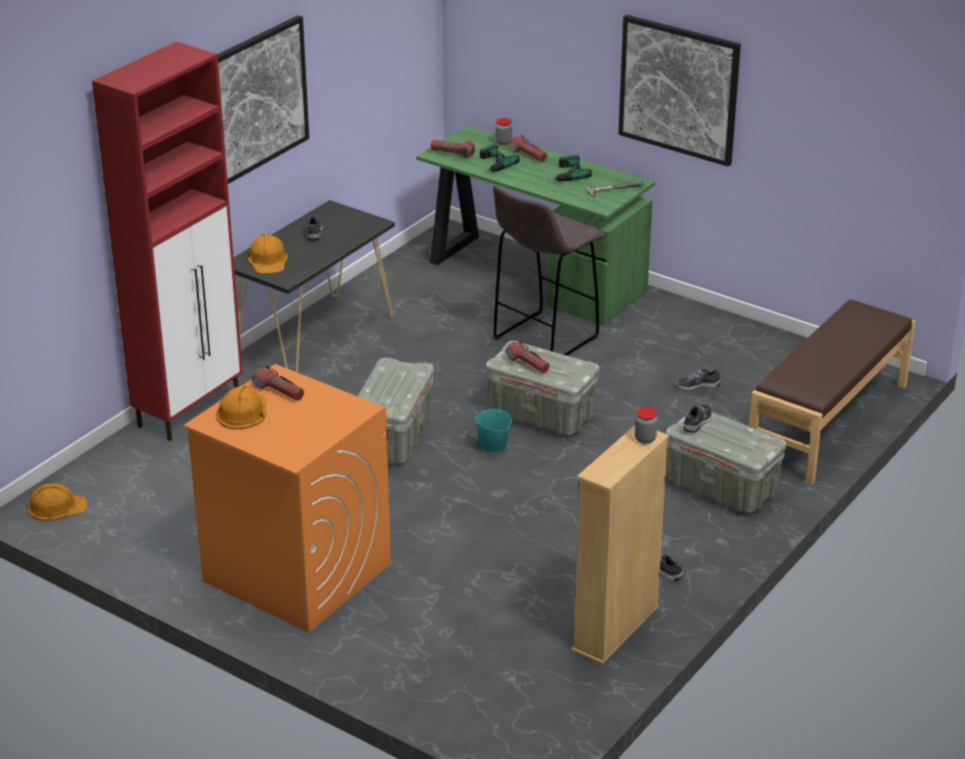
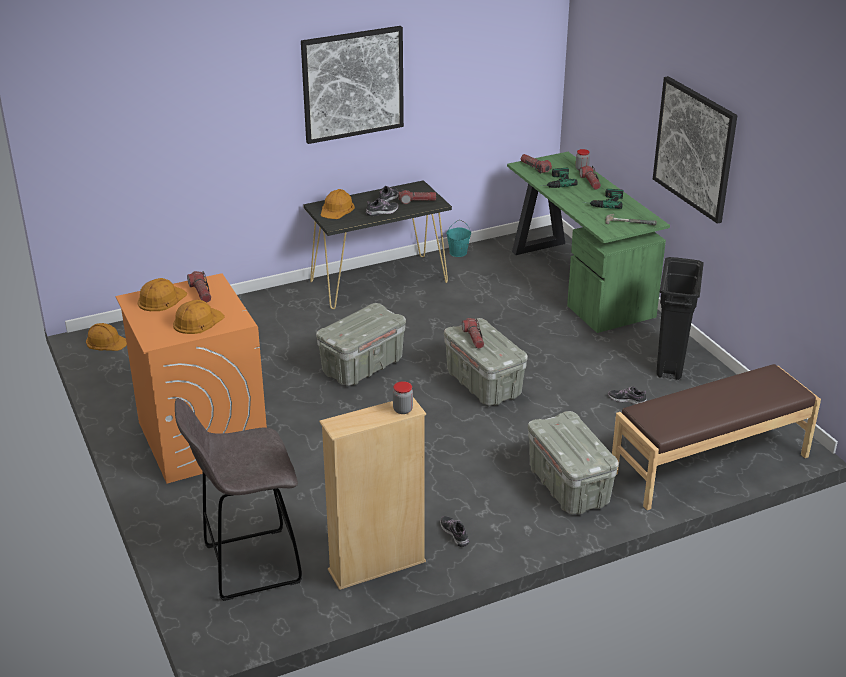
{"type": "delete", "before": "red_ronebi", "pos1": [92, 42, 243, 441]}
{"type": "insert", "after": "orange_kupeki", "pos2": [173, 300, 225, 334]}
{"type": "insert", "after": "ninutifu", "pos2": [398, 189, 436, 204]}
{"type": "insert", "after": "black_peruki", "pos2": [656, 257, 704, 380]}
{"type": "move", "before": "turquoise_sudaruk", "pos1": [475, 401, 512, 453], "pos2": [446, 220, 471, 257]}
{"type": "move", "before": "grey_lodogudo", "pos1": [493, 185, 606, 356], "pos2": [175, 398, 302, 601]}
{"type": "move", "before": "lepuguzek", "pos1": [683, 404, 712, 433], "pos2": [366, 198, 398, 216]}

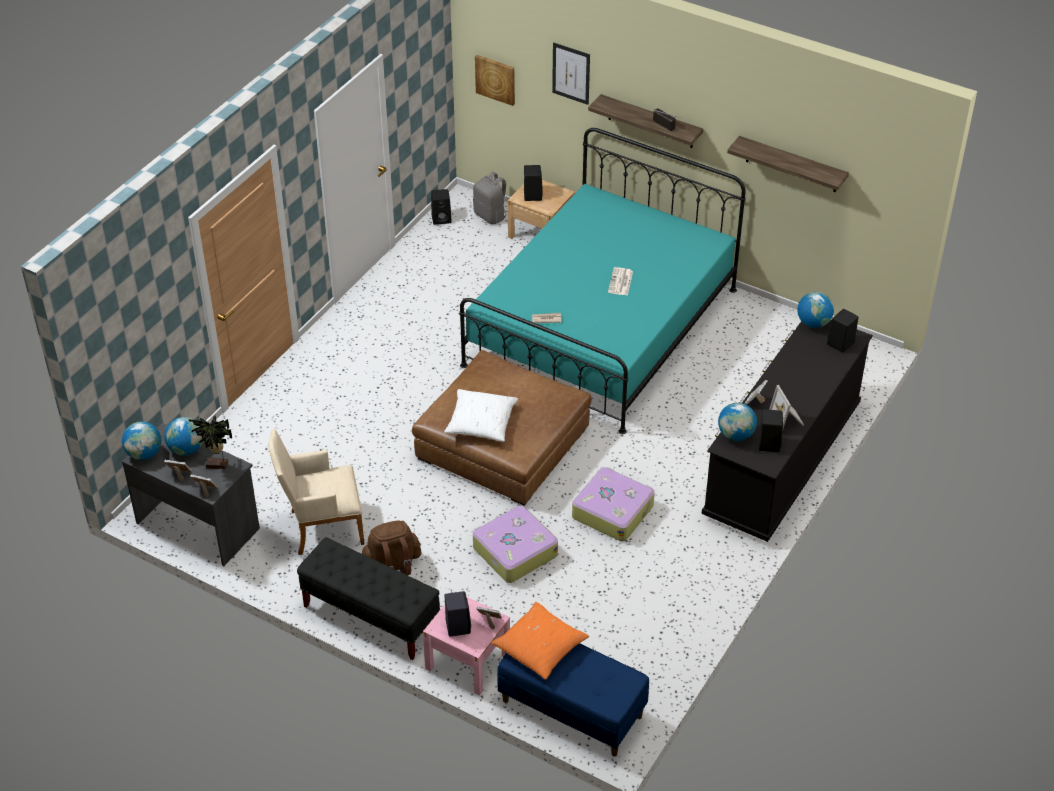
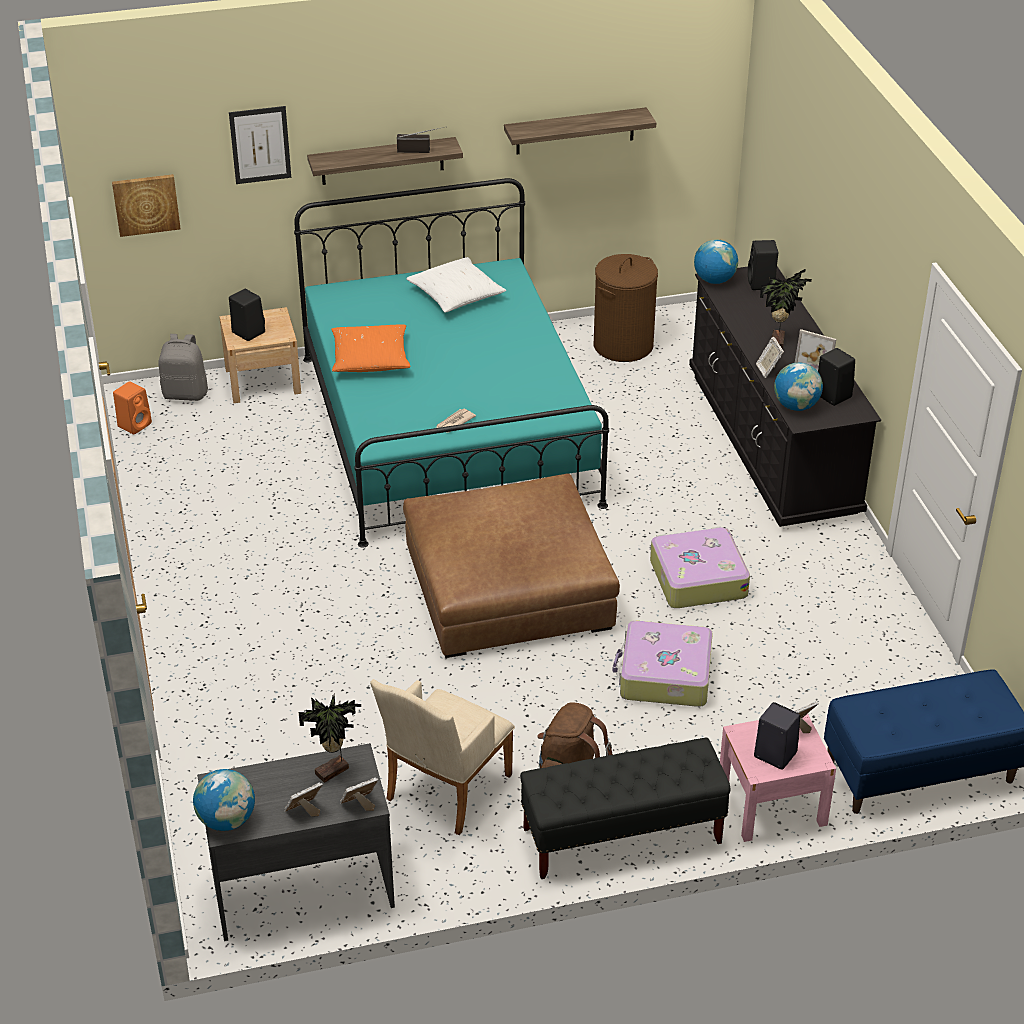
{"type": "delete", "before": "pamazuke", "pos1": [164, 417, 203, 456]}
{"type": "delete", "before": "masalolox", "pos1": [608, 267, 633, 296]}
{"type": "insert", "after": "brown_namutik", "pos2": [593, 254, 658, 362]}
{"type": "insert", "after": "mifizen", "pos2": [760, 269, 812, 349]}
{"type": "move", "before": "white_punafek", "pos1": [444, 389, 518, 442], "pos2": [406, 257, 506, 313]}
{"type": "move", "before": "orange_punafek", "pos1": [491, 602, 589, 680], "pos2": [331, 324, 411, 372]}
{"type": "recolor", "before": "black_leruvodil", "after": "orange_leruvodil", "pos1": [431, 189, 452, 225], "pos2": [113, 381, 152, 435]}

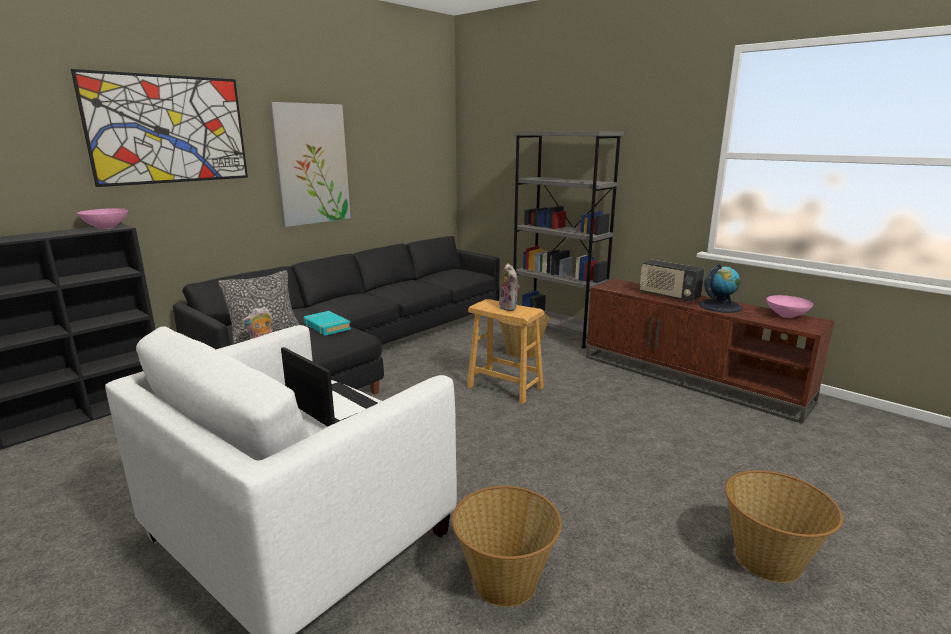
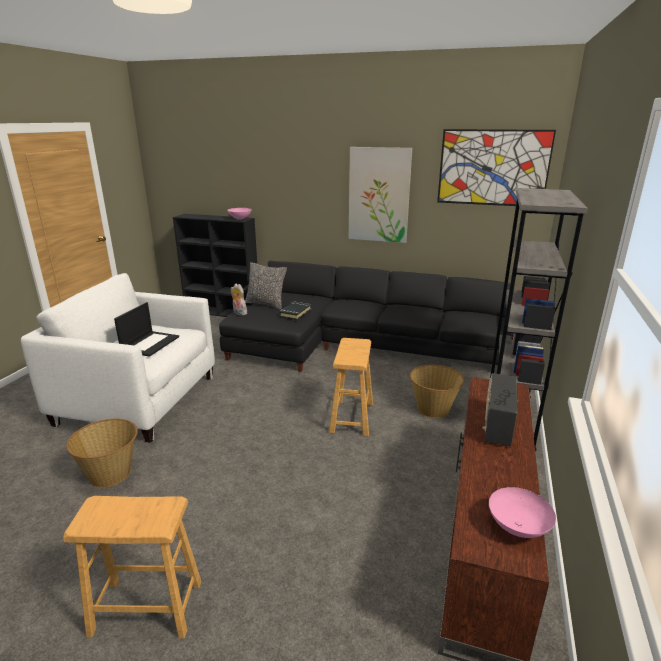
{"type": "delete", "before": "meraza", "pos1": [499, 263, 519, 311]}
{"type": "delete", "before": "pamazuke", "pos1": [699, 263, 742, 313]}
{"type": "move", "before": "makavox", "pos1": [71, 69, 248, 187], "pos2": [437, 129, 556, 206]}
{"type": "replace", "before": "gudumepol", "after": "brown_lodogudo", "pos1": [725, 470, 843, 583], "pos2": [63, 496, 202, 638]}
{"type": "recolor", "before": "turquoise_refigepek", "after": "black_refigepek", "pos1": [304, 311, 351, 336], "pos2": [279, 301, 311, 320]}

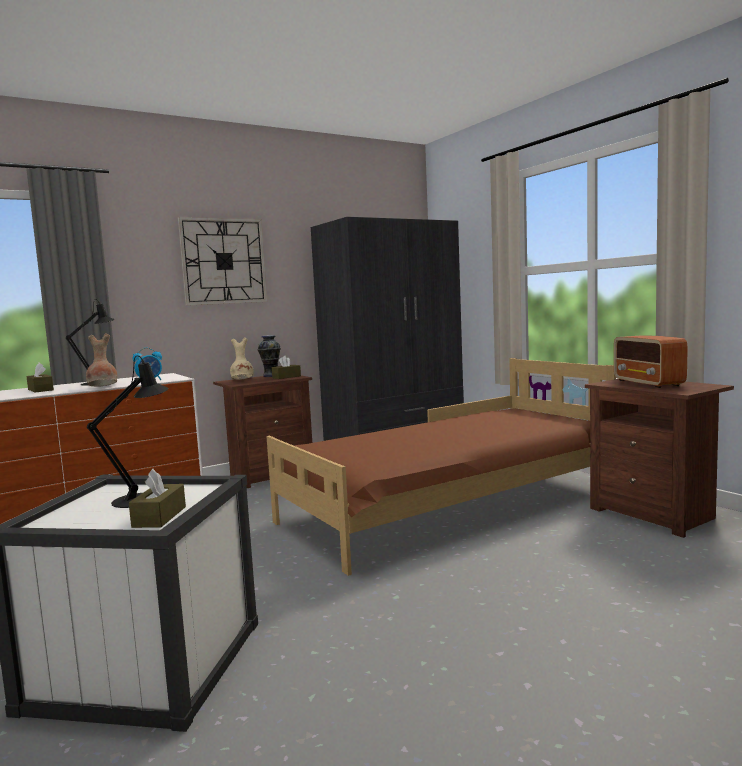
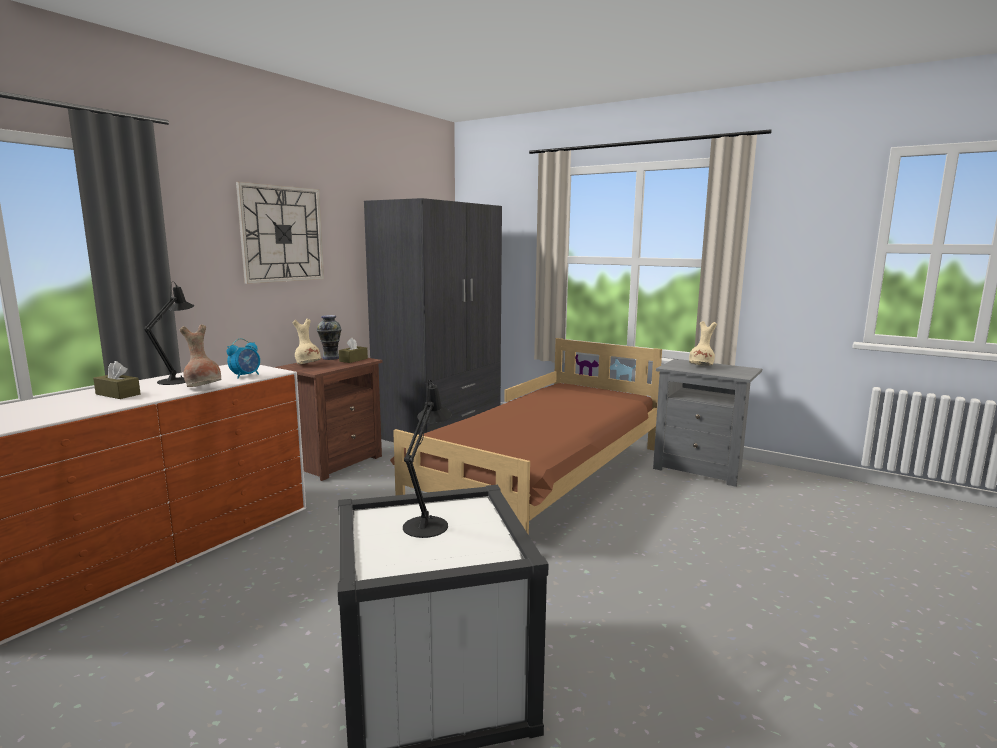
{"type": "delete", "before": "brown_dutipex", "pos1": [129, 469, 186, 528]}
{"type": "replace", "before": "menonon", "after": "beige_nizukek", "pos1": [614, 335, 688, 388], "pos2": [689, 321, 717, 366]}
{"type": "recolor", "before": "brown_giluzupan", "after": "grey_giluzupan", "pos1": [585, 379, 734, 538], "pos2": [653, 359, 762, 487]}

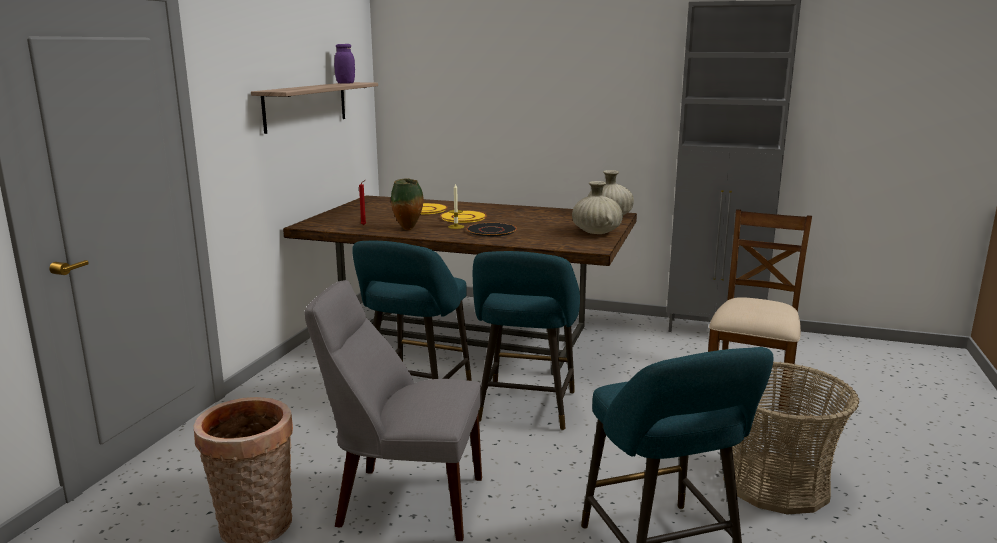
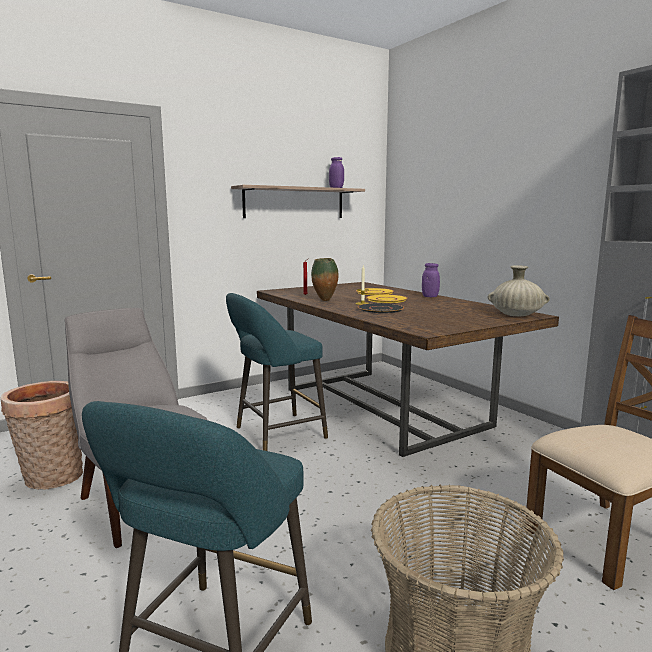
{"type": "delete", "before": "turquoise_lodogudo", "pos1": [473, 251, 580, 431]}
{"type": "delete", "before": "beige_nizukek", "pos1": [572, 181, 623, 234]}
{"type": "insert", "after": "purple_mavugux", "pos2": [422, 263, 440, 297]}

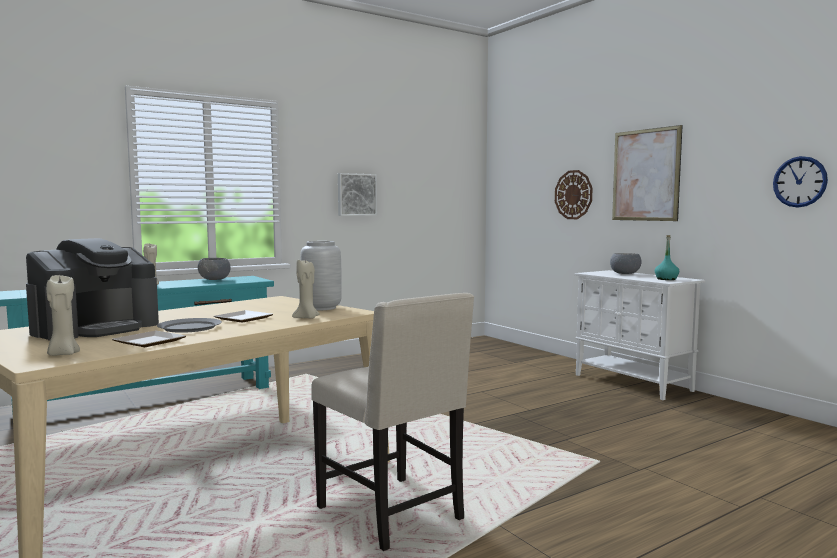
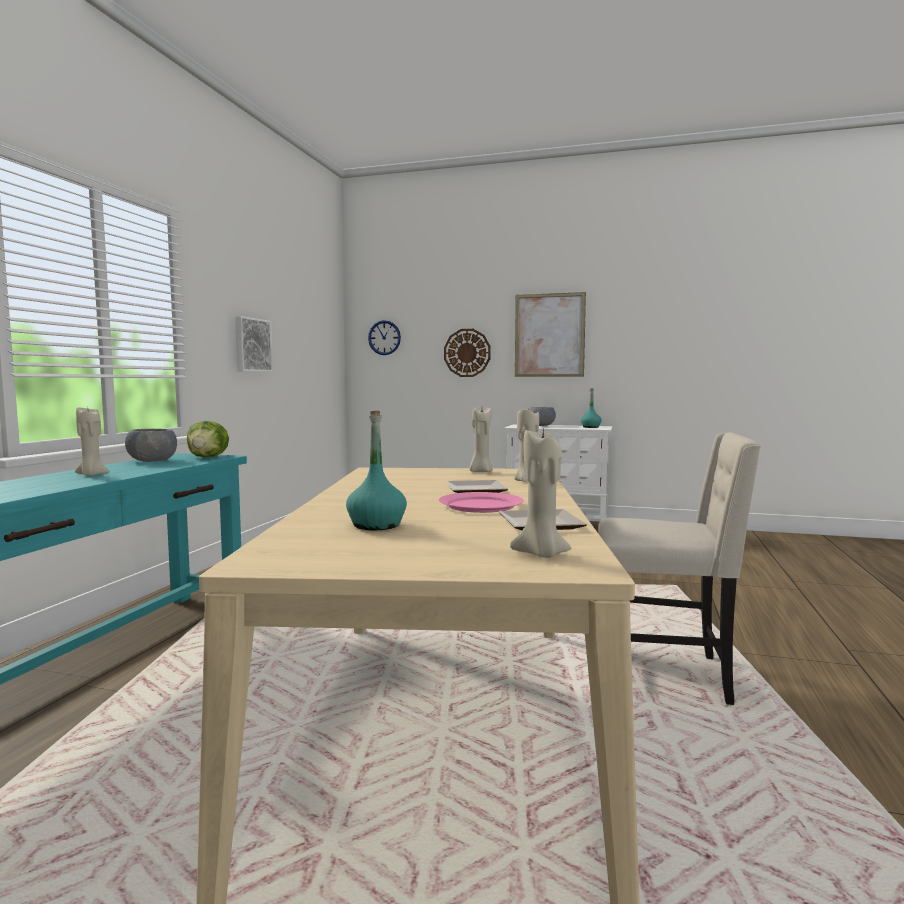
{"type": "insert", "after": "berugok", "pos2": [187, 421, 229, 457]}
{"type": "move", "before": "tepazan", "pos1": [773, 156, 828, 207], "pos2": [368, 320, 401, 355]}
{"type": "replace", "before": "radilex", "after": "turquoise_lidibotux", "pos1": [26, 238, 159, 341], "pos2": [346, 411, 407, 530]}
{"type": "replace", "before": "grey_nizukek", "after": "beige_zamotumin", "pos1": [300, 241, 342, 310], "pos2": [469, 406, 493, 472]}
{"type": "recolor", "before": "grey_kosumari", "after": "pink_kosumari", "pos1": [157, 318, 222, 333], "pos2": [439, 492, 524, 513]}

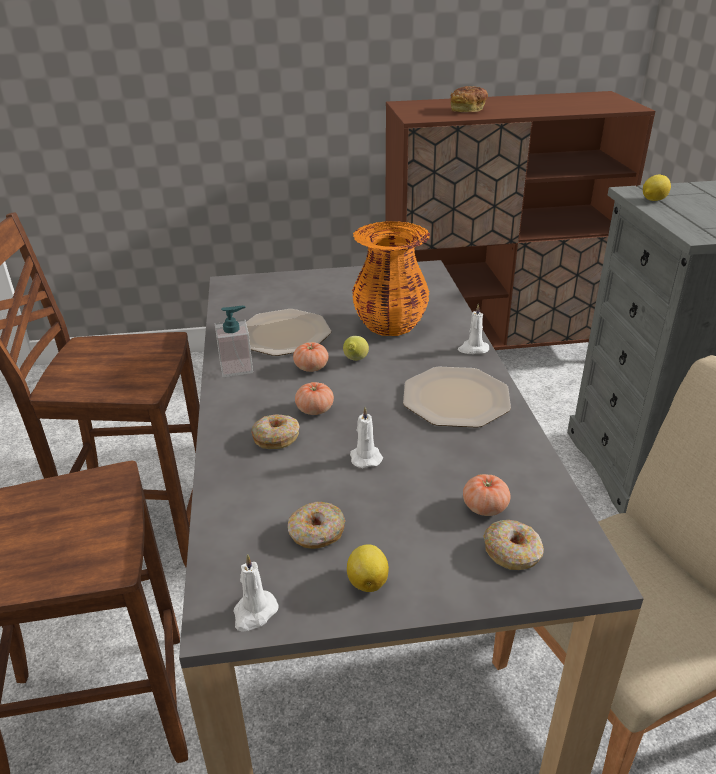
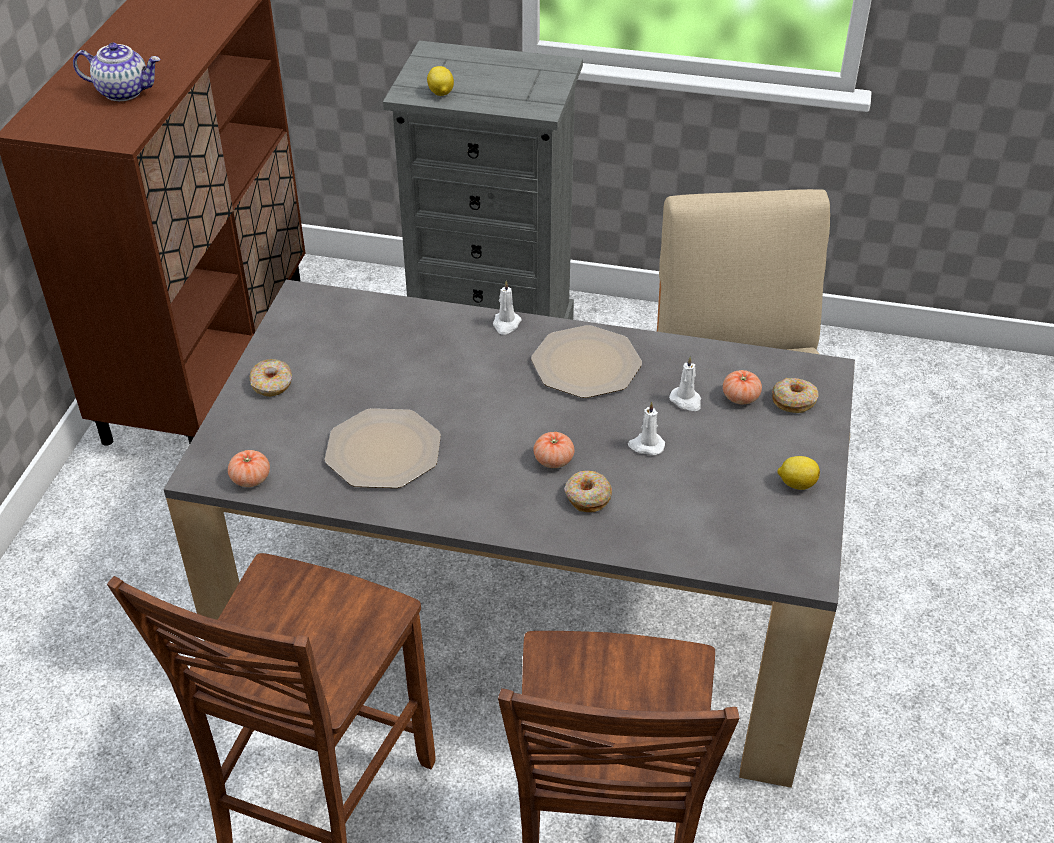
{"type": "delete", "before": "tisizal", "pos1": [215, 306, 253, 377]}
{"type": "delete", "before": "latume", "pos1": [343, 336, 369, 361]}
{"type": "delete", "before": "orange_nizukek", "pos1": [352, 221, 430, 336]}
{"type": "move", "before": "white_zamotumin", "pos1": [233, 554, 279, 632], "pos2": [669, 356, 701, 411]}
{"type": "move", "before": "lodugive", "pos1": [288, 502, 345, 549], "pos2": [250, 359, 292, 397]}
{"type": "move", "before": "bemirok", "pos1": [293, 342, 329, 372], "pos2": [228, 450, 270, 487]}
{"type": "replace", "before": "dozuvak", "after": "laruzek", "pos1": [451, 86, 488, 112], "pos2": [73, 43, 160, 101]}

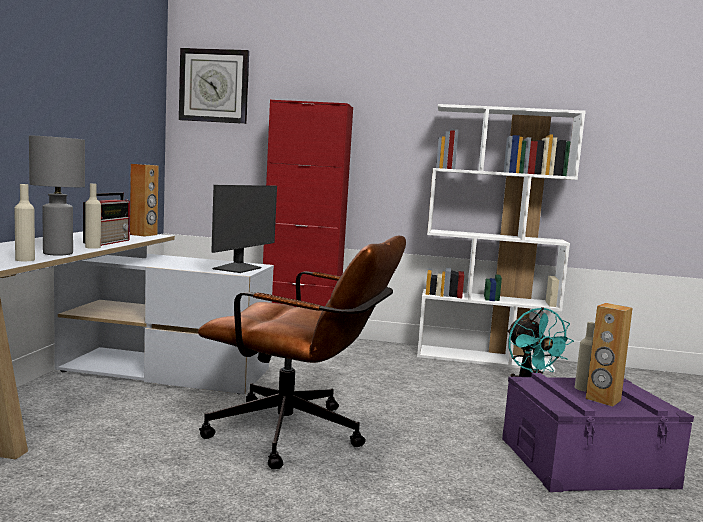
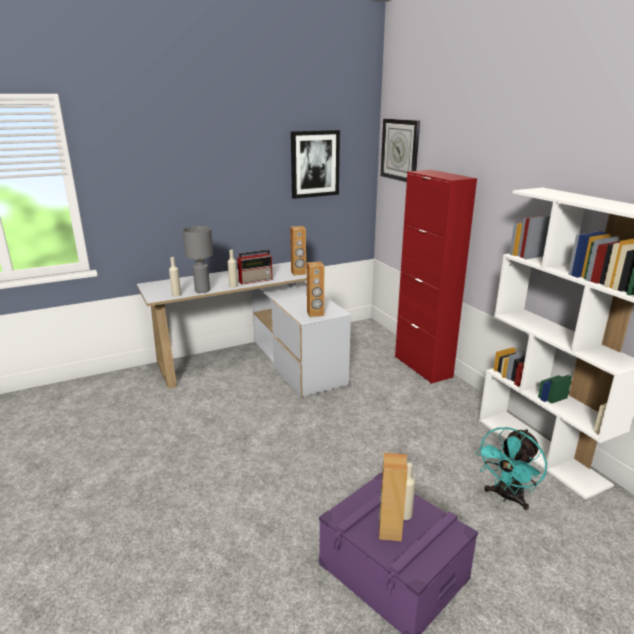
{"type": "delete", "before": "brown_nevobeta", "pos1": [198, 236, 406, 469]}
{"type": "insert", "after": "makavox", "pos2": [291, 130, 340, 199]}
{"type": "replace", "before": "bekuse", "after": "brown_leruvodil", "pos1": [211, 185, 277, 273], "pos2": [307, 262, 324, 317]}

